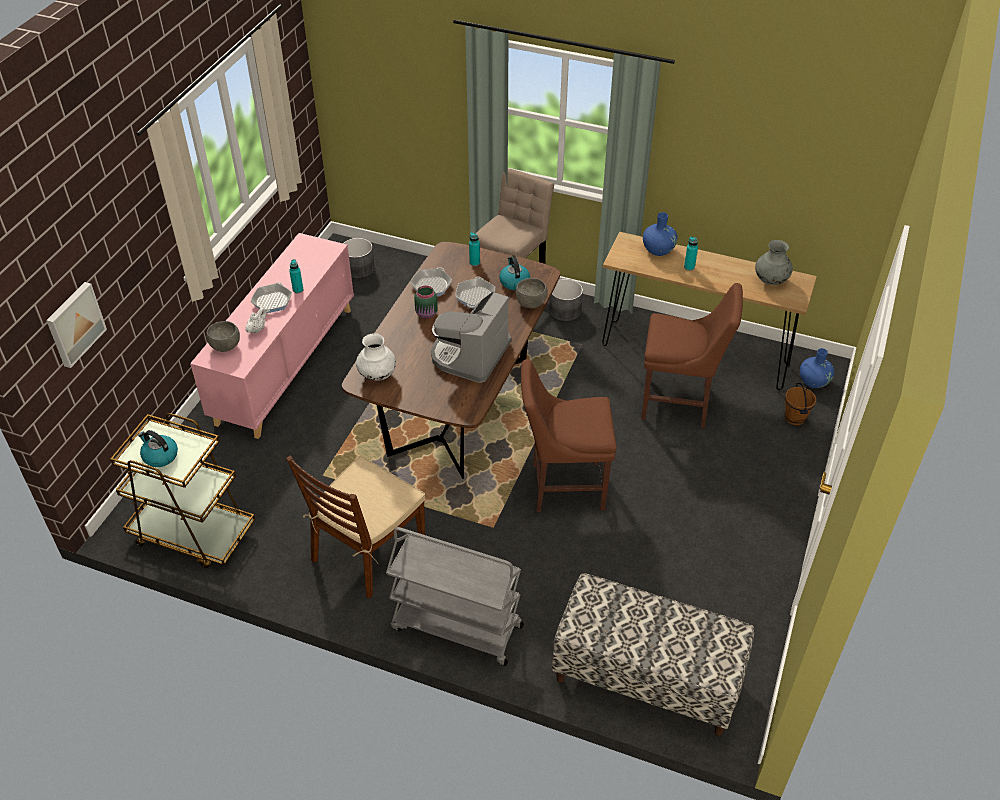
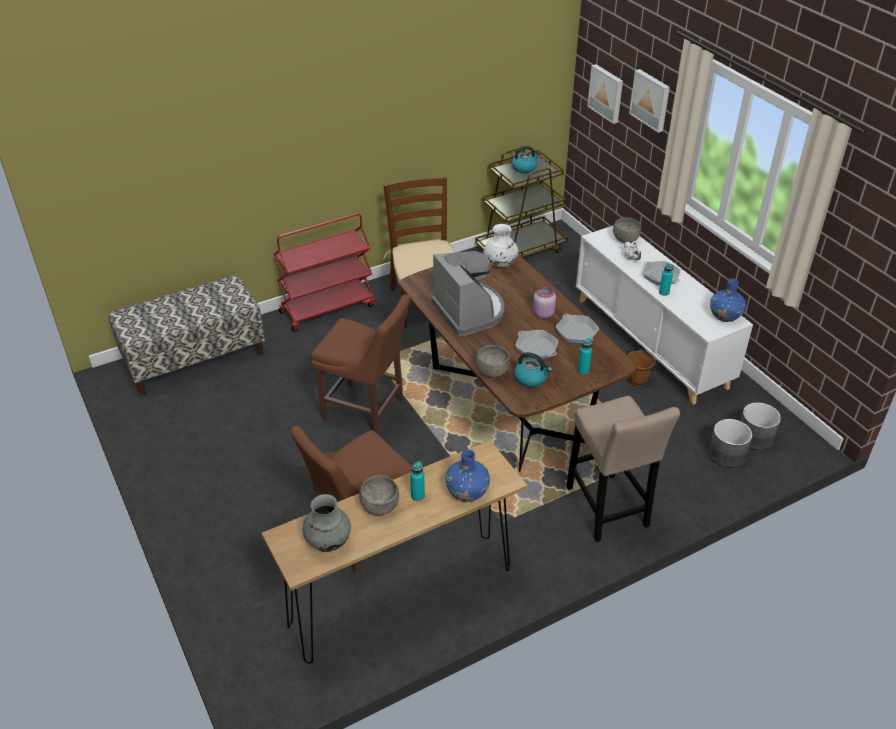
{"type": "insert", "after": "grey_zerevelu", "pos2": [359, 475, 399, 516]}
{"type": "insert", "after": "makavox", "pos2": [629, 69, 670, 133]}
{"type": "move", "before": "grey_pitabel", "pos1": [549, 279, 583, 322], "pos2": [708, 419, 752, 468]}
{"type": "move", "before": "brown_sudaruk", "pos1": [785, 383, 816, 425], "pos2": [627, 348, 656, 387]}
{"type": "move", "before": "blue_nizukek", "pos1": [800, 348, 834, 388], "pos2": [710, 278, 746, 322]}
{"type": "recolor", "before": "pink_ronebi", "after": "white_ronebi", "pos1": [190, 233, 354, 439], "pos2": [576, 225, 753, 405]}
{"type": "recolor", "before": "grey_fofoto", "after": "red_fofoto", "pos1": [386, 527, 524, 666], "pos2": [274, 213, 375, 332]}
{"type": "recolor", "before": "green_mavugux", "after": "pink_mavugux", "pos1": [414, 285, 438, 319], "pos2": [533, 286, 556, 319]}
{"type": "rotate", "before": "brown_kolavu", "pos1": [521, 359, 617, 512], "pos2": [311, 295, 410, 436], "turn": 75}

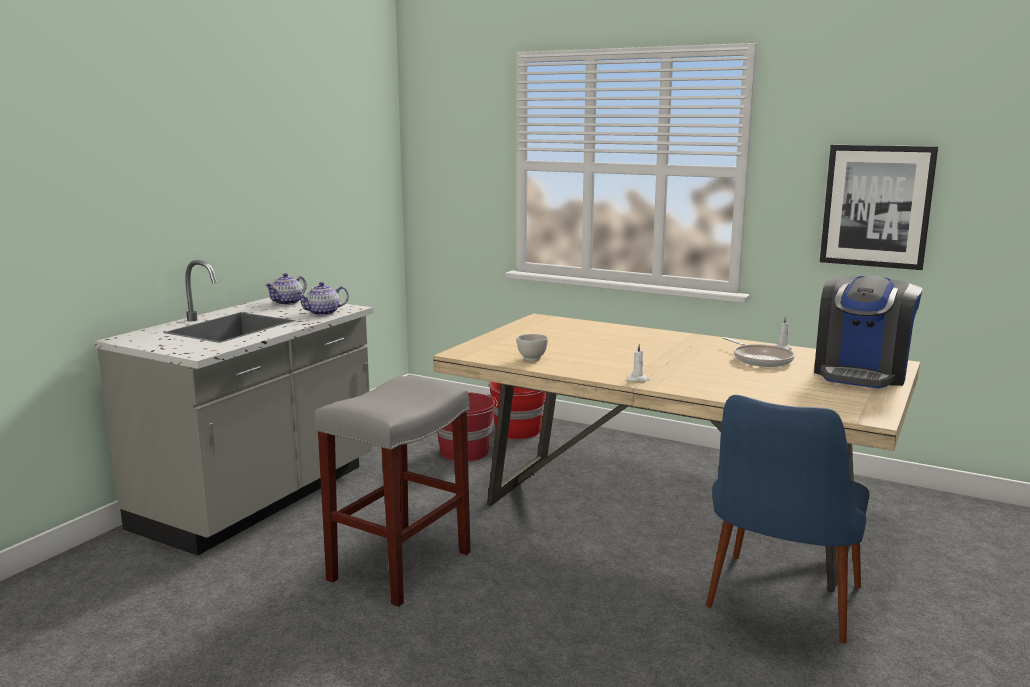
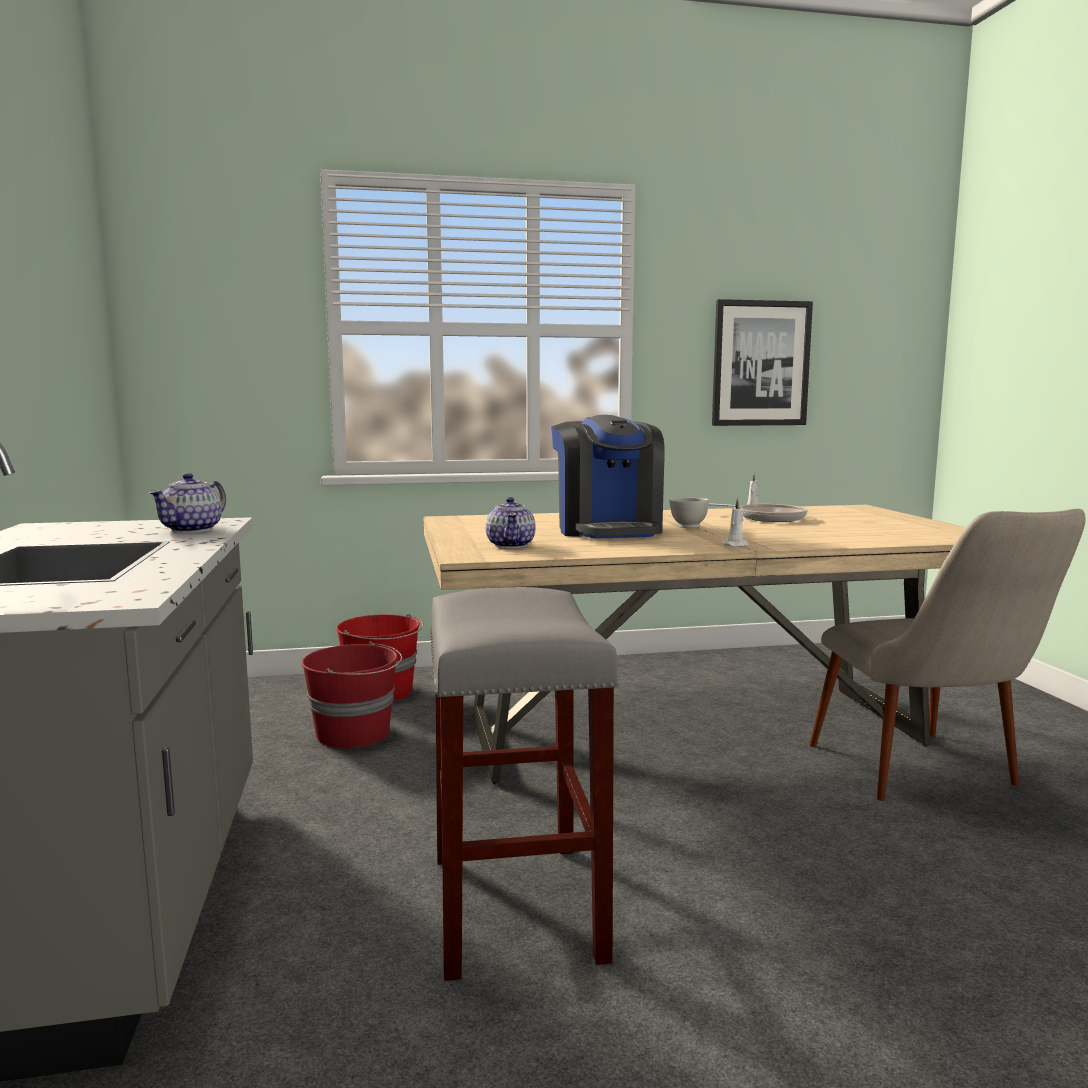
{"type": "move", "before": "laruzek", "pos1": [265, 273, 307, 305], "pos2": [485, 497, 536, 548]}
{"type": "move", "before": "white_zerevelu", "pos1": [516, 334, 548, 361], "pos2": [669, 498, 709, 528]}
{"type": "move", "before": "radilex", "pos1": [814, 276, 923, 388], "pos2": [551, 415, 665, 538]}
{"type": "recolor", "before": "blue_kolavu", "after": "beige_kolavu", "pos1": [706, 395, 870, 644], "pos2": [810, 509, 1086, 801]}

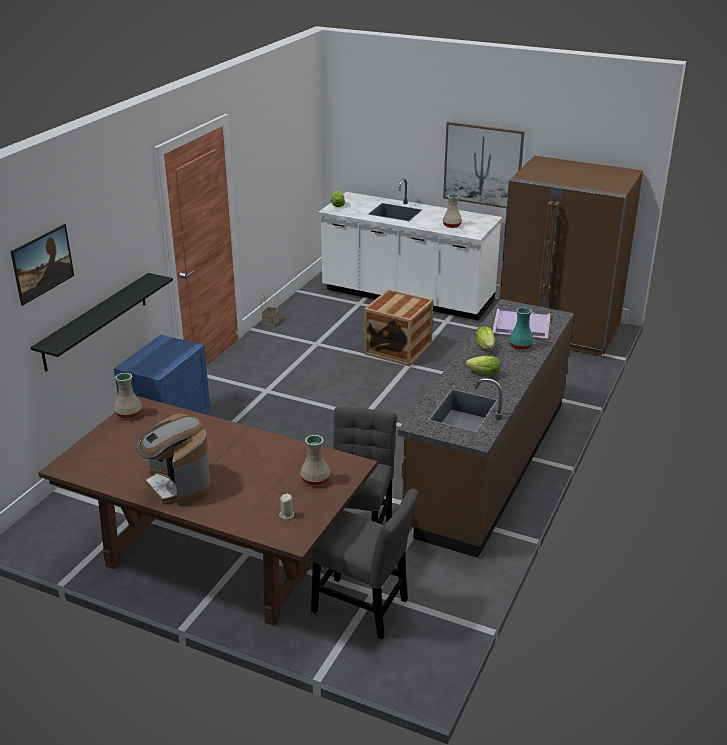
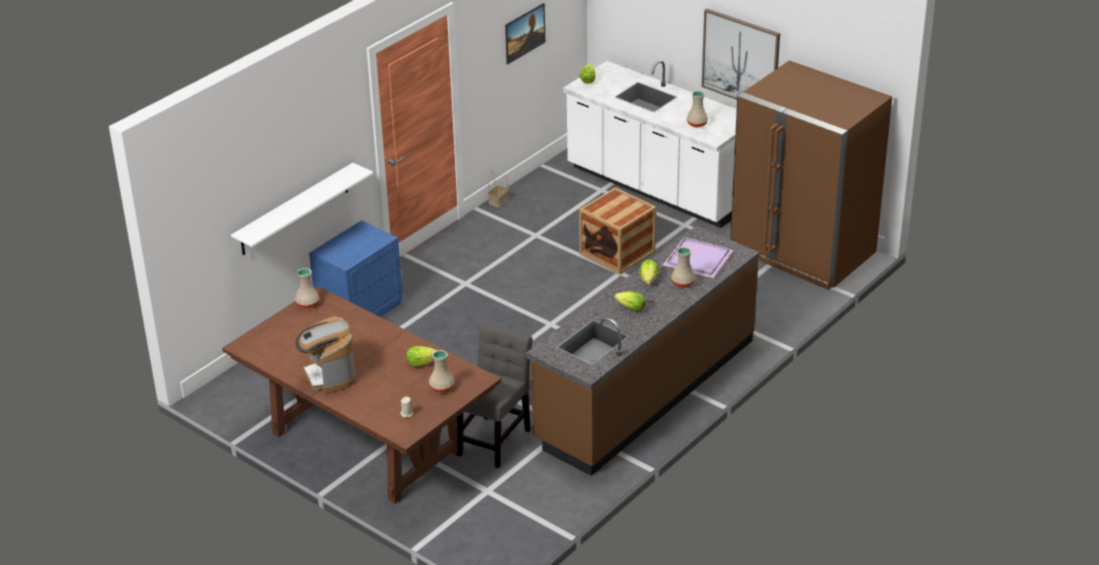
{"type": "delete", "before": "grey_kolavu", "pos1": [311, 488, 419, 640]}
{"type": "insert", "after": "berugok", "pos2": [406, 346, 437, 367]}
{"type": "move", "before": "makavox", "pos1": [10, 224, 74, 306], "pos2": [505, 3, 545, 64]}
{"type": "recolor", "before": "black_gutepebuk", "after": "white_gutepebuk", "pos1": [30, 273, 173, 372], "pos2": [231, 163, 373, 255]}
{"type": "recolor", "before": "turquoise_nizukek", "after": "beige_nizukek", "pos1": [509, 307, 534, 350], "pos2": [671, 247, 695, 288]}

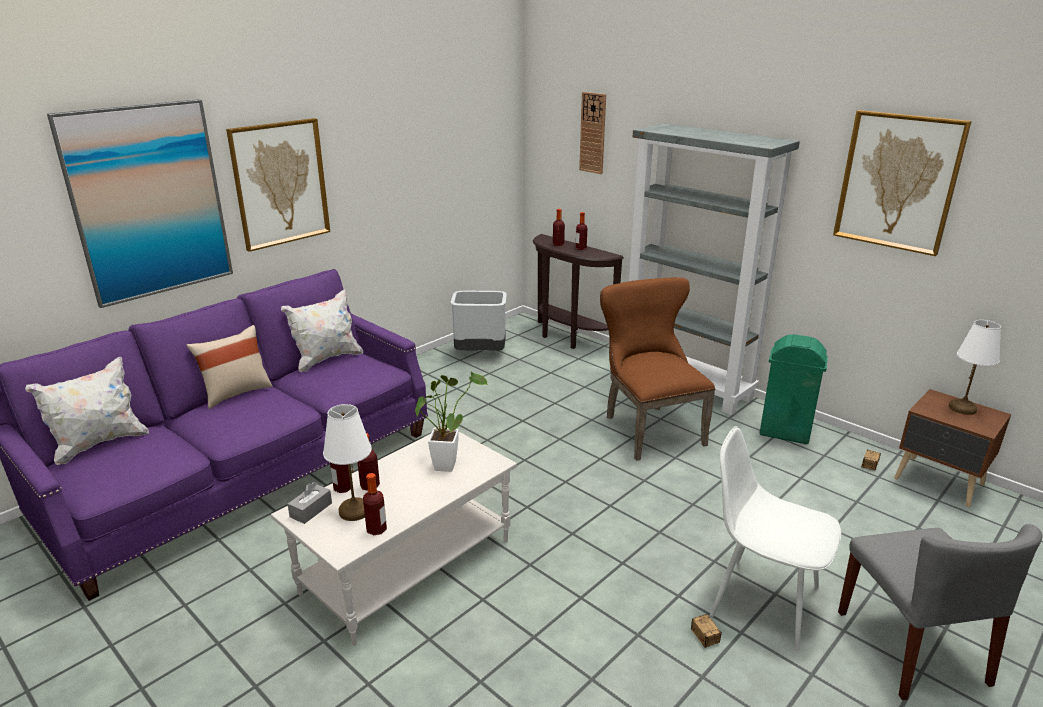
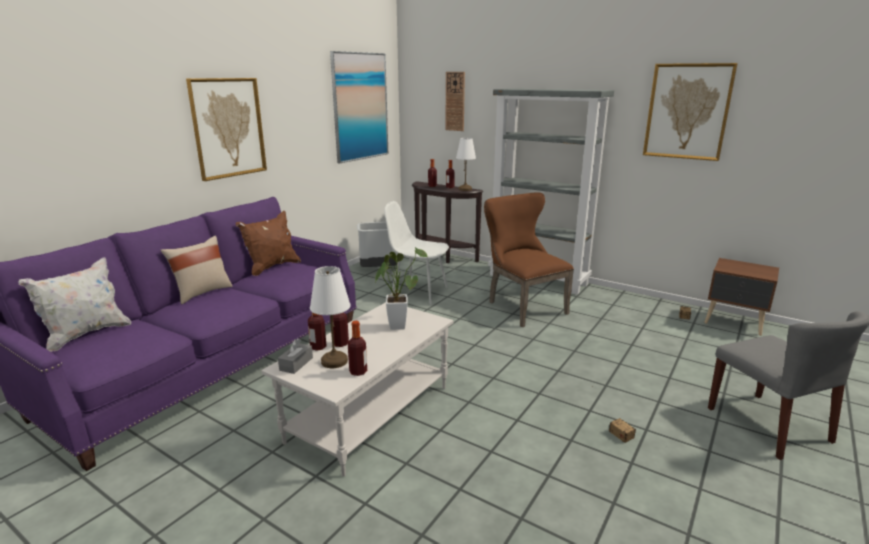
{"type": "delete", "before": "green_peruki", "pos1": [760, 334, 828, 444]}
{"type": "move", "before": "makavox", "pos1": [47, 99, 233, 308], "pos2": [330, 51, 388, 163]}
{"type": "move", "before": "white_kolavu", "pos1": [710, 426, 841, 650], "pos2": [385, 201, 449, 305]}
{"type": "move", "before": "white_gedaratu", "pos1": [949, 320, 1001, 415], "pos2": [456, 138, 476, 191]}
{"type": "recolor", "before": "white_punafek", "after": "brown_punafek", "pos1": [281, 289, 363, 372], "pos2": [236, 211, 301, 276]}

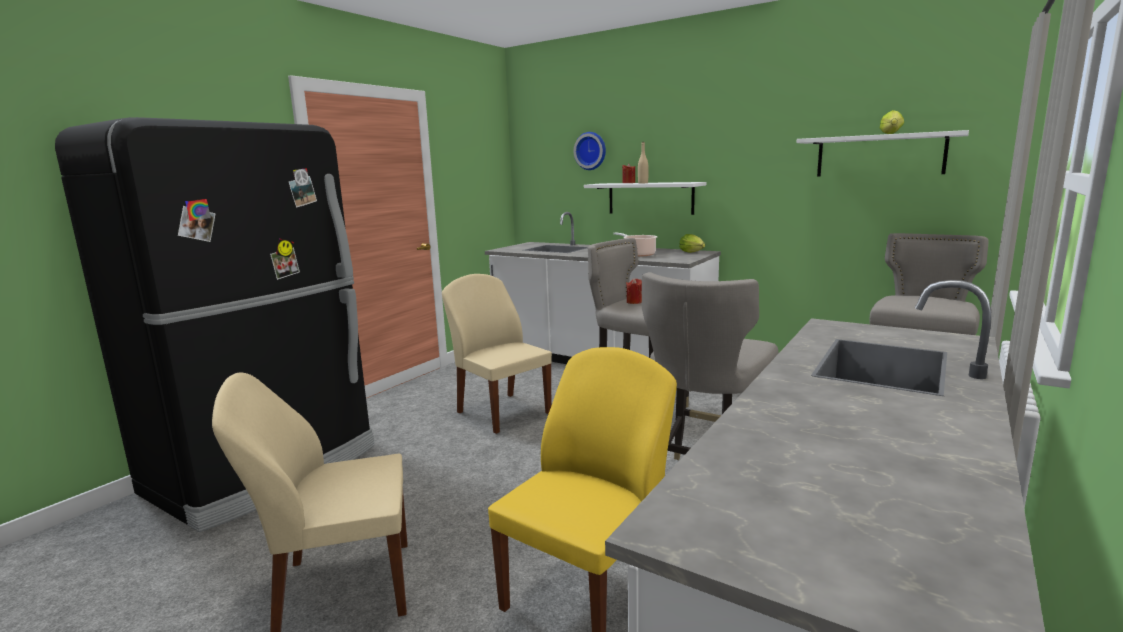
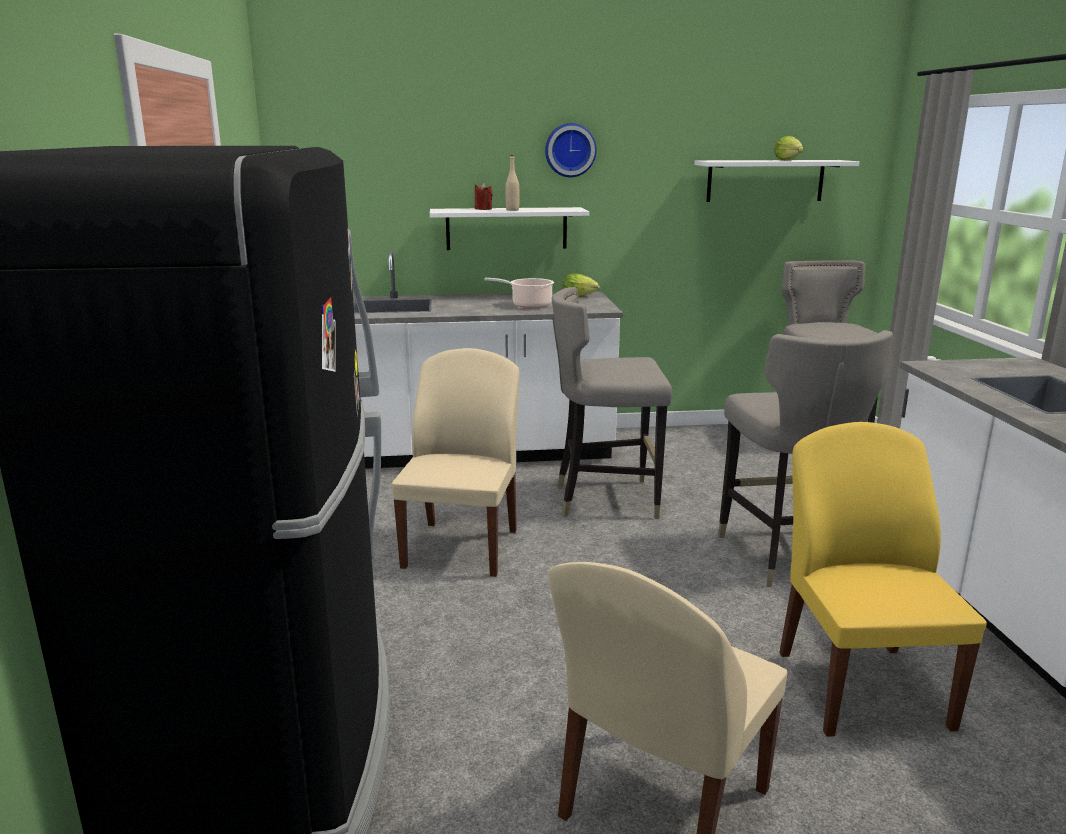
{"type": "delete", "before": "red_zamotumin", "pos1": [626, 278, 642, 304]}
{"type": "move", "before": "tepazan", "pos1": [574, 132, 606, 170], "pos2": [545, 123, 597, 177]}
{"type": "rotate", "before": "beige_kolavu", "pos1": [442, 274, 552, 434], "pos2": [392, 348, 520, 577], "turn": 90}

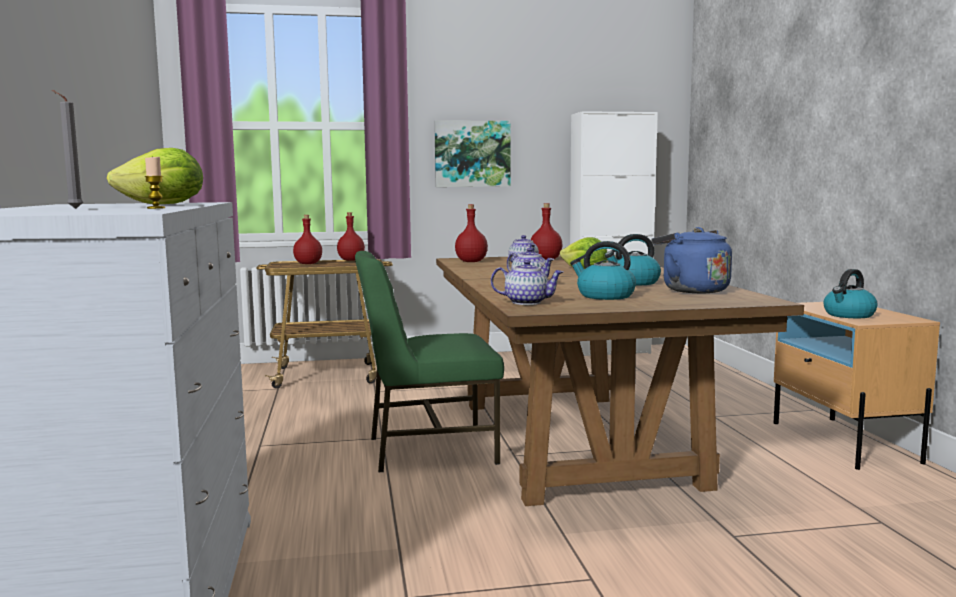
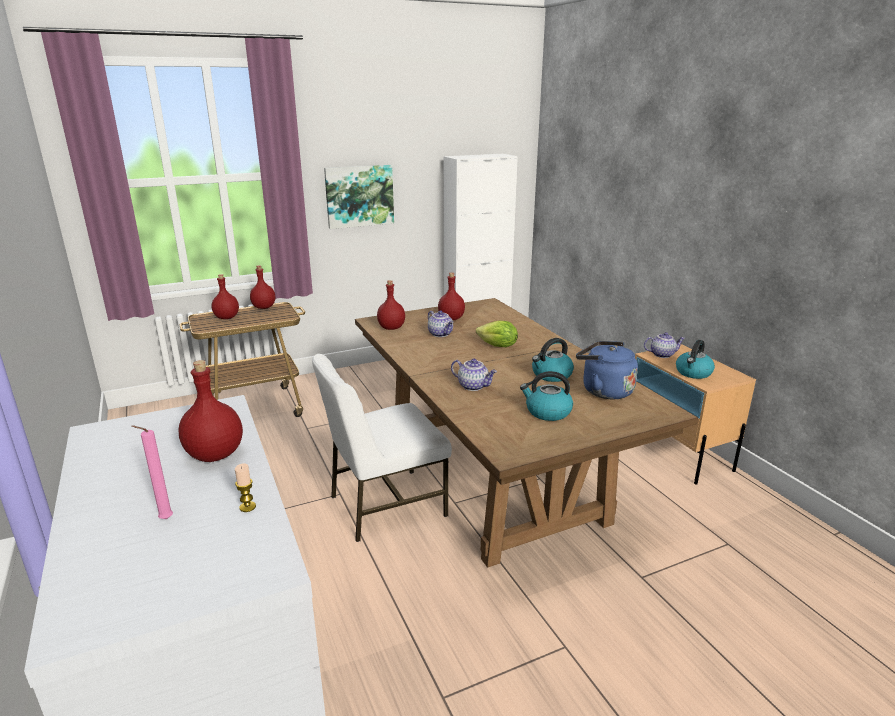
{"type": "move", "before": "laruzek", "pos1": [491, 260, 563, 305], "pos2": [644, 332, 685, 358]}
{"type": "replace", "before": "berugok", "after": "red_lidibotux", "pos1": [107, 148, 203, 205], "pos2": [179, 360, 243, 462]}
{"type": "recolor", "before": "grey_zamotumin", "after": "pink_zamotumin", "pos1": [51, 90, 83, 209], "pos2": [131, 425, 173, 519]}
{"type": "recolor", "before": "green_kolavu", "after": "white_kolavu", "pos1": [355, 251, 504, 472], "pos2": [312, 354, 452, 542]}

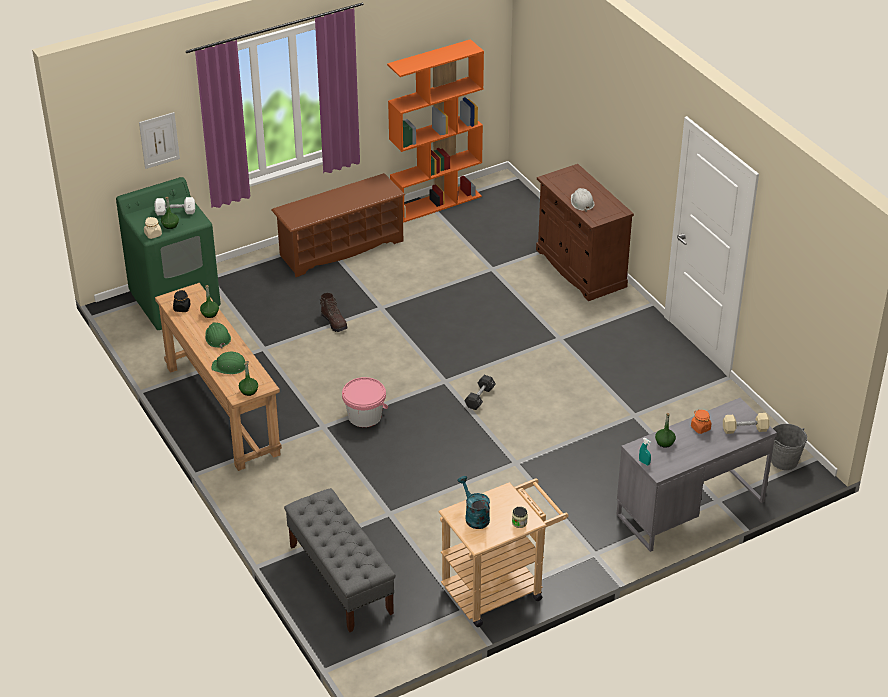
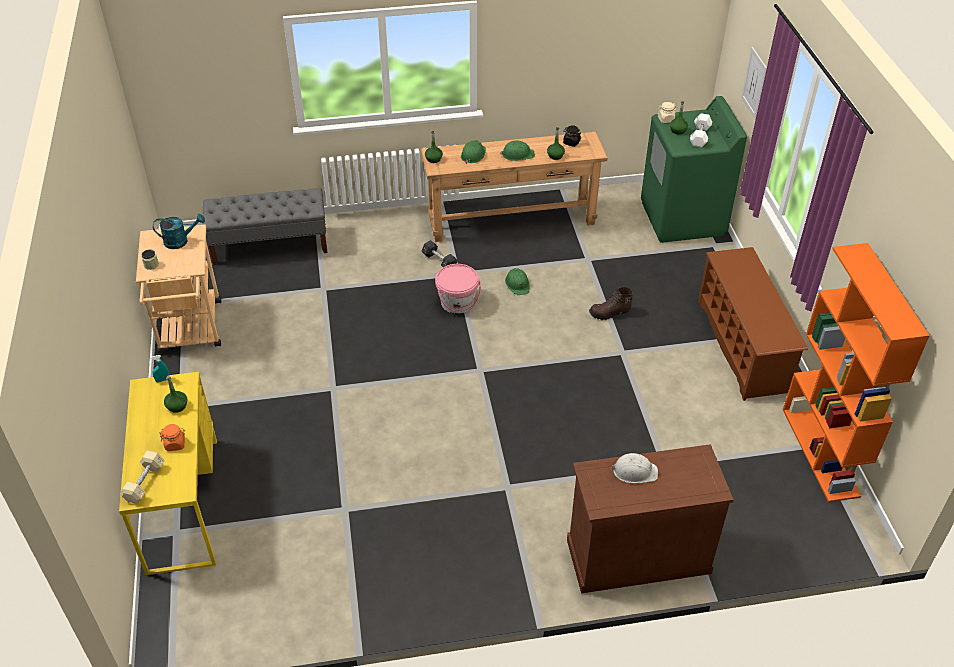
{"type": "delete", "before": "grey_sudaruk", "pos1": [771, 424, 807, 470]}
{"type": "insert", "after": "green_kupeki", "pos2": [505, 268, 530, 295]}
{"type": "move", "before": "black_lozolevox", "pos1": [464, 375, 496, 410], "pos2": [422, 240, 458, 267]}
{"type": "recolor", "before": "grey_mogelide", "after": "yellow_mogelide", "pos1": [616, 398, 777, 552], "pos2": [119, 372, 217, 575]}

